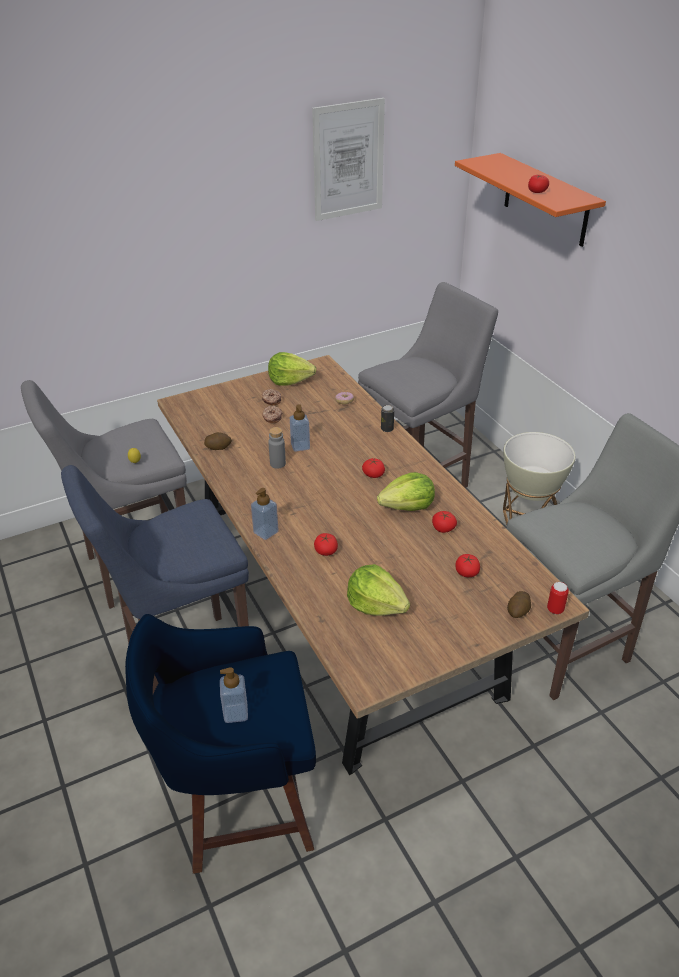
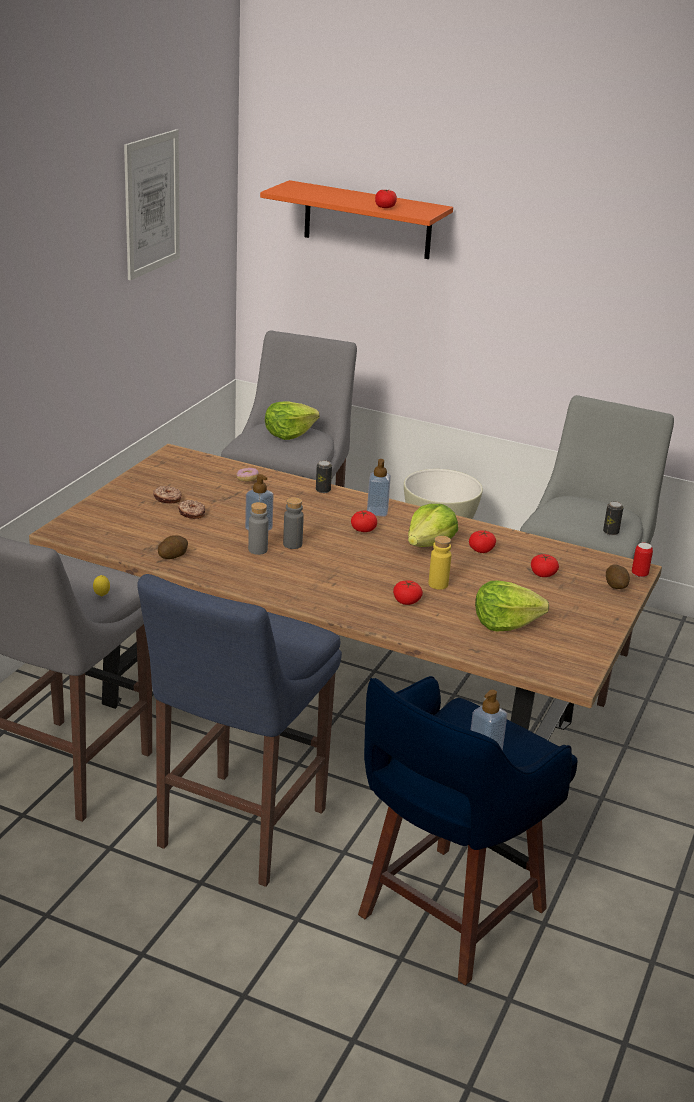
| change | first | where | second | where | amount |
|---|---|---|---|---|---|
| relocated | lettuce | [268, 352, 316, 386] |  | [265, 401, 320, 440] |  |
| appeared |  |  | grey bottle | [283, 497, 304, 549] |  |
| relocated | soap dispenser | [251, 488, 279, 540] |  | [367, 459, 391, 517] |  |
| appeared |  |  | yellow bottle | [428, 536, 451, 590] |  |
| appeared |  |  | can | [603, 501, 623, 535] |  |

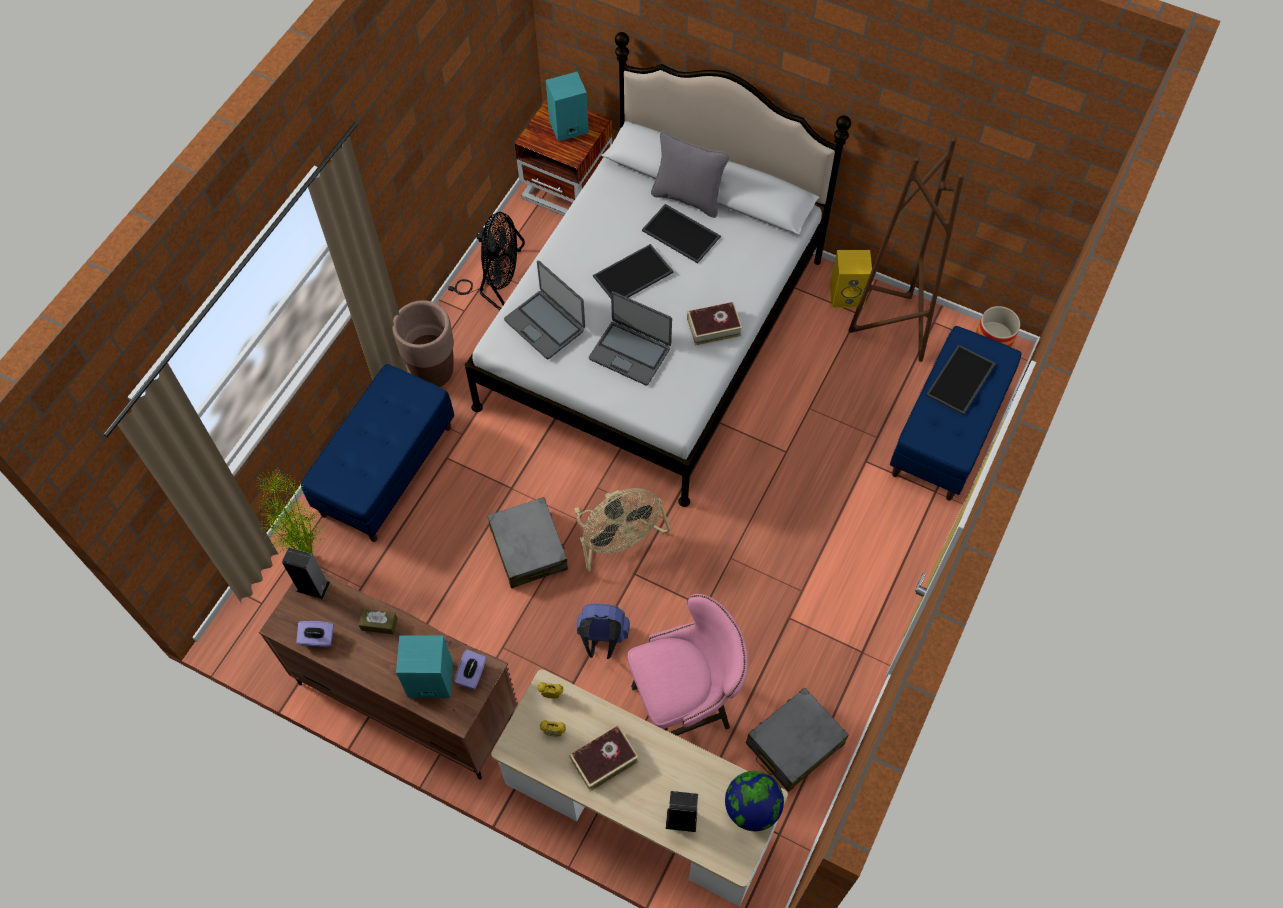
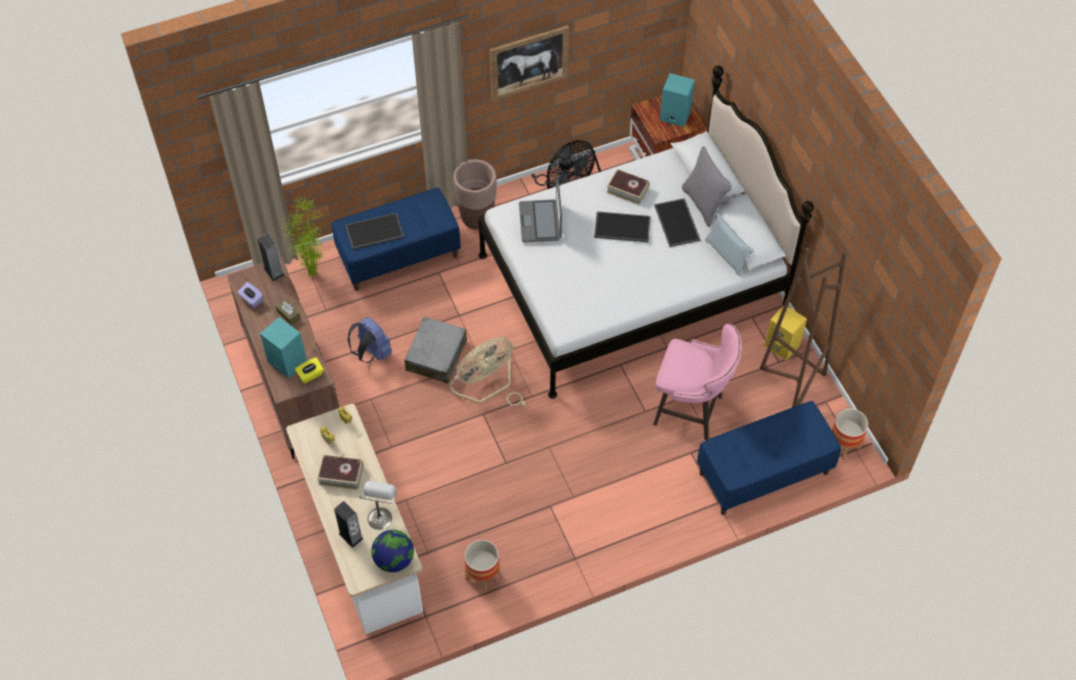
| change | first | where | second | where | amount |
|---|---|---|---|---|---|
| colour | purple tissue box | [454, 649, 486, 689] | yellow tissue box | [295, 357, 324, 383] |  |
| relocated | tray | [926, 344, 996, 415] |  | [345, 213, 404, 250] |  |
| relocated | blue backpack | [577, 604, 630, 659] |  | [348, 317, 392, 363] |  |
| appeared |  |  | white table lamp | [359, 481, 397, 530] |  |
| spun | beige fan | [574, 488, 670, 572] |  | [449, 337, 526, 406] | 135 degrees clockwise |
| exchanged | grey suitcase | [746, 688, 849, 792] | planter | [464, 540, 500, 592] |  |
| appeared |  |  | picture | [490, 25, 569, 101] |  |
| relocated | book | [687, 302, 742, 346] |  | [606, 169, 649, 205] |  |
| relocated | pink stool | [627, 594, 748, 736] |  | [653, 323, 742, 440] |  |
| appeared |  |  | blue pillow | [704, 213, 753, 276] |  |
| missing | laptop | [589, 292, 672, 386] |  |  |  |

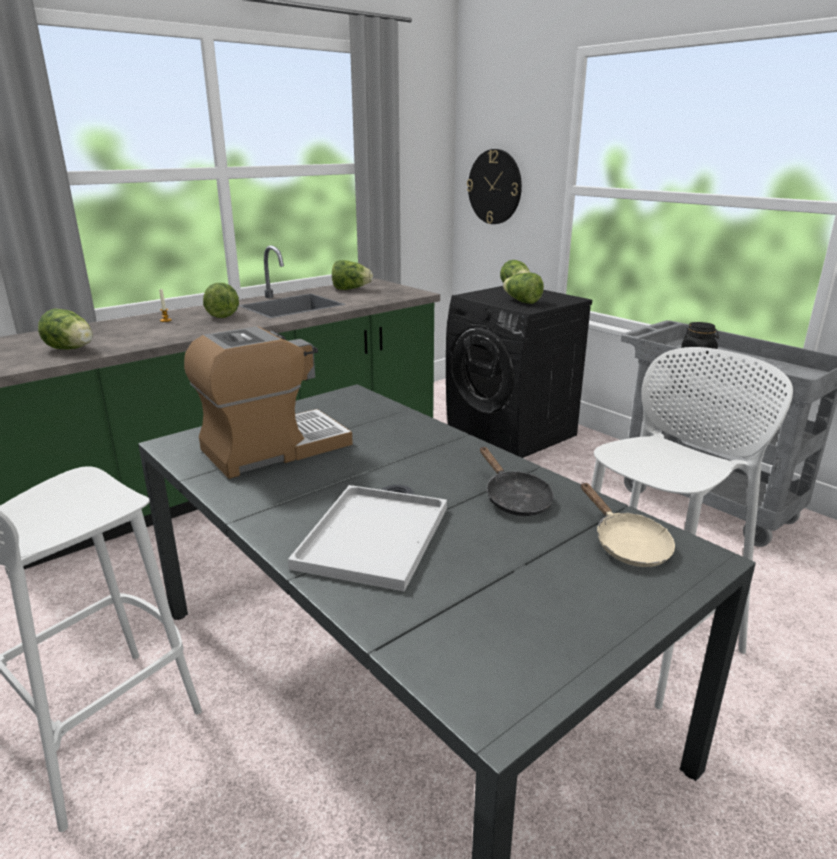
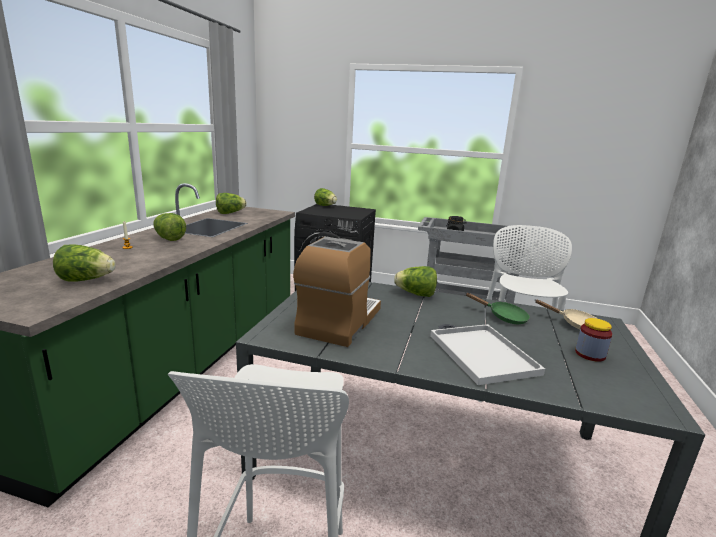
| change | first | where | second | where | amount |
|---|---|---|---|---|---|
| relocated | lettuce | [503, 273, 544, 304] |  | [394, 266, 437, 297] |  |
| colour | black frying pan | [480, 447, 554, 516] | green frying pan | [465, 293, 530, 324] |  |
| appeared |  |  | jar | [575, 318, 612, 362] |  |
| missing | wall clock | [467, 149, 522, 224] |  |  |  |

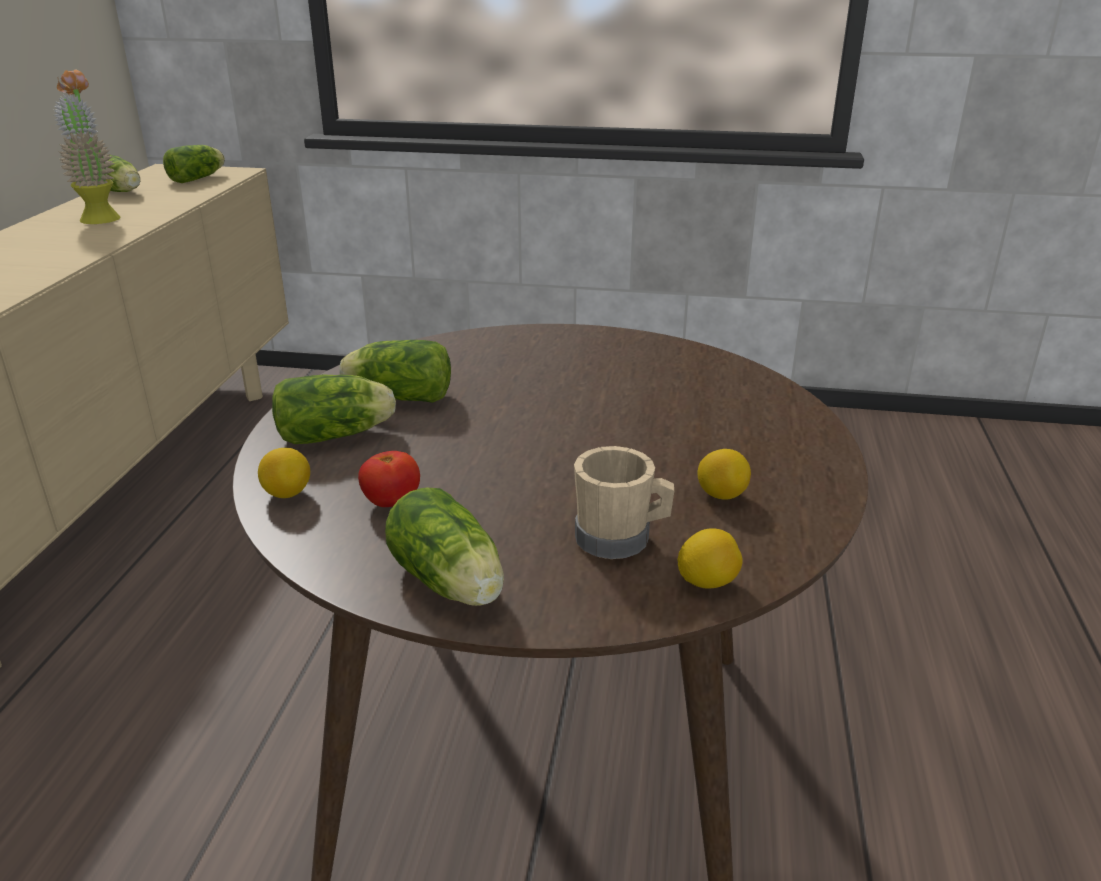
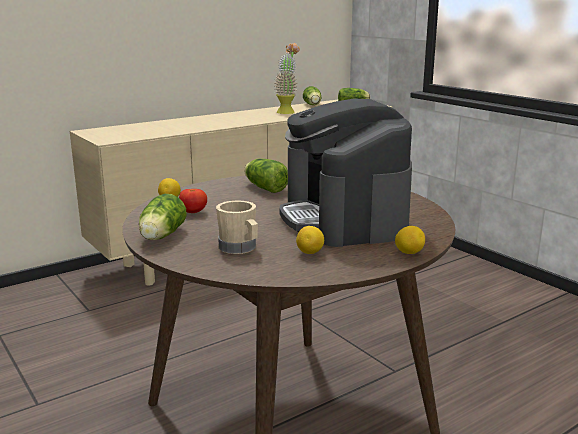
| change | first | where | second | where | amount |
|---|---|---|---|---|---|
| appeared |  |  | coffee machine | [280, 98, 412, 247] |  |
| relocated | lemon | [677, 528, 743, 589] |  | [395, 226, 425, 254] |  |
| missing | lettuce | [272, 375, 396, 444] |  |  |  |

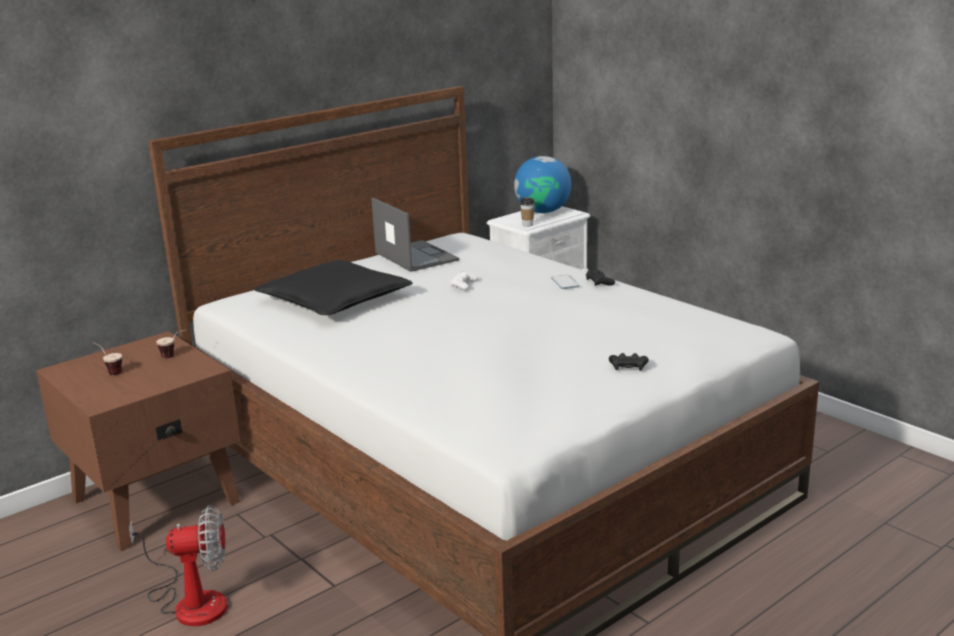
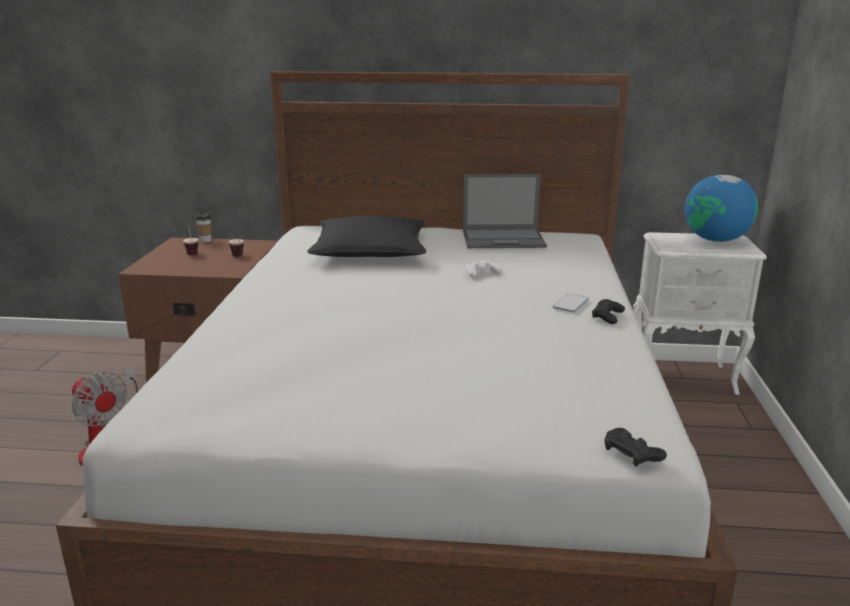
| change | first | where | second | where | amount |
|---|---|---|---|---|---|
| relocated | cup | [520, 197, 535, 227] |  | [195, 212, 211, 242] |  |
| spun | laptop | [371, 198, 459, 272] |  | [463, 174, 547, 248] | 75 degrees clockwise |
| relocated | black game controller | [609, 353, 649, 371] |  | [604, 428, 667, 466] |  |

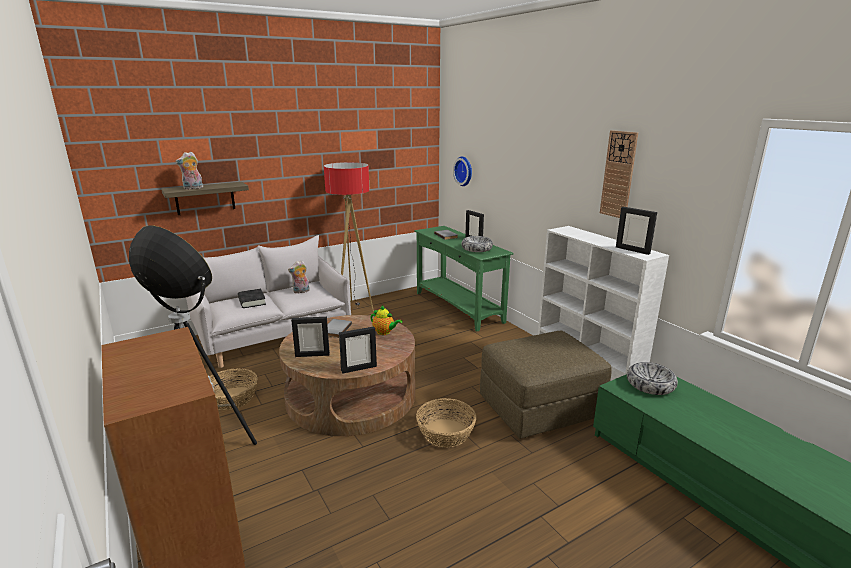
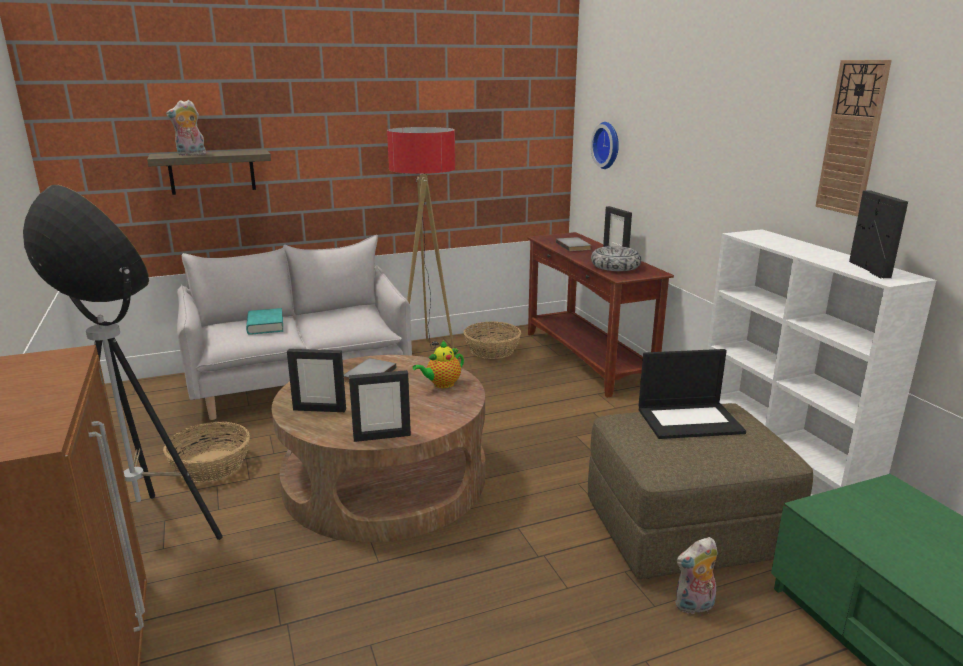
| change | first | where | second | where | amount |
|---|---|---|---|---|---|
| colour | black book | [238, 289, 266, 308] | turquoise book | [246, 308, 283, 335] |  |
| spun | teapot | [370, 305, 402, 335] |  | [413, 340, 464, 388] | 105 degrees clockwise |
| relocated | basket | [416, 398, 476, 448] |  | [464, 321, 521, 359] |  |
| colour | green console table | [414, 226, 514, 332] | brown console table | [527, 232, 674, 398] |  |
| appeared |  |  | laptop | [638, 349, 746, 439] |  |
| relocated | plush toy | [288, 260, 310, 293] |  | [675, 537, 718, 615] |  |
| spun | picture frame | [616, 207, 657, 255] |  | [849, 190, 908, 278] | 150 degrees counterclockwise |
| missing | bowl | [627, 362, 678, 395] |  |  |  |

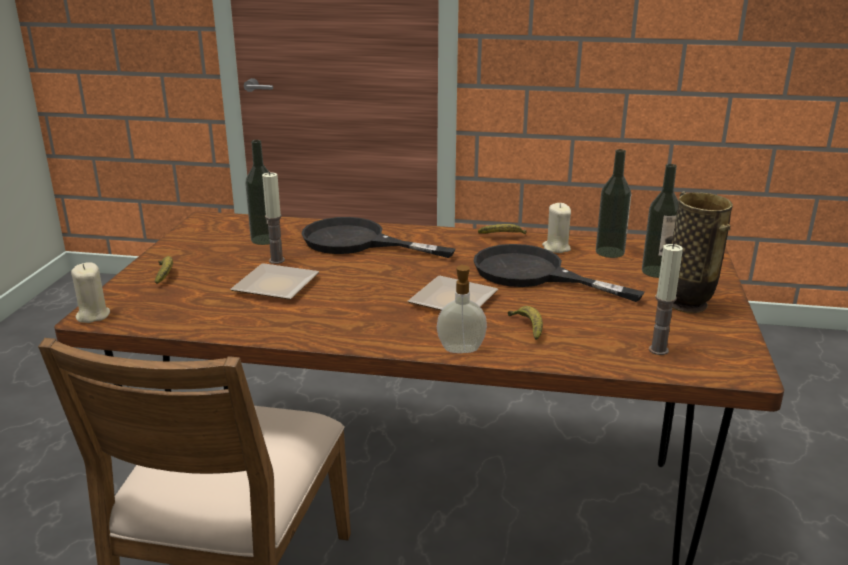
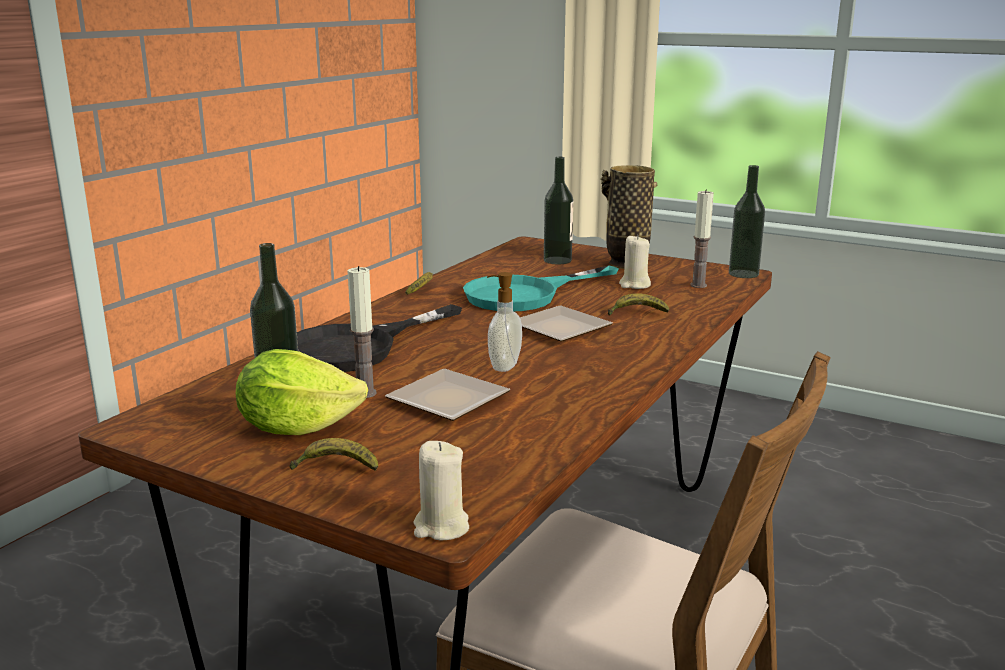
| change | first | where | second | where | amount |
|---|---|---|---|---|---|
| appeared |  |  | lettuce | [236, 349, 368, 435] |  |
| colour | black frying pan | [474, 244, 644, 302] | turquoise frying pan | [463, 265, 618, 311] |  |
| relocated | soap dispenser | [437, 265, 487, 353] |  | [487, 272, 522, 372] |  |
| relocated | beige candle | [542, 203, 571, 253] |  | [619, 235, 651, 289] |  |
| relocated | bottle | [596, 149, 631, 258] |  | [729, 165, 765, 278] |  |

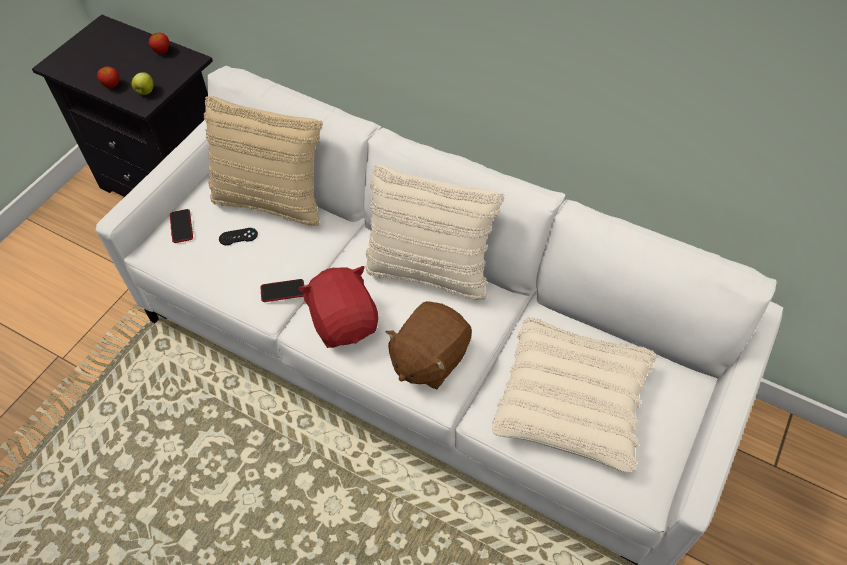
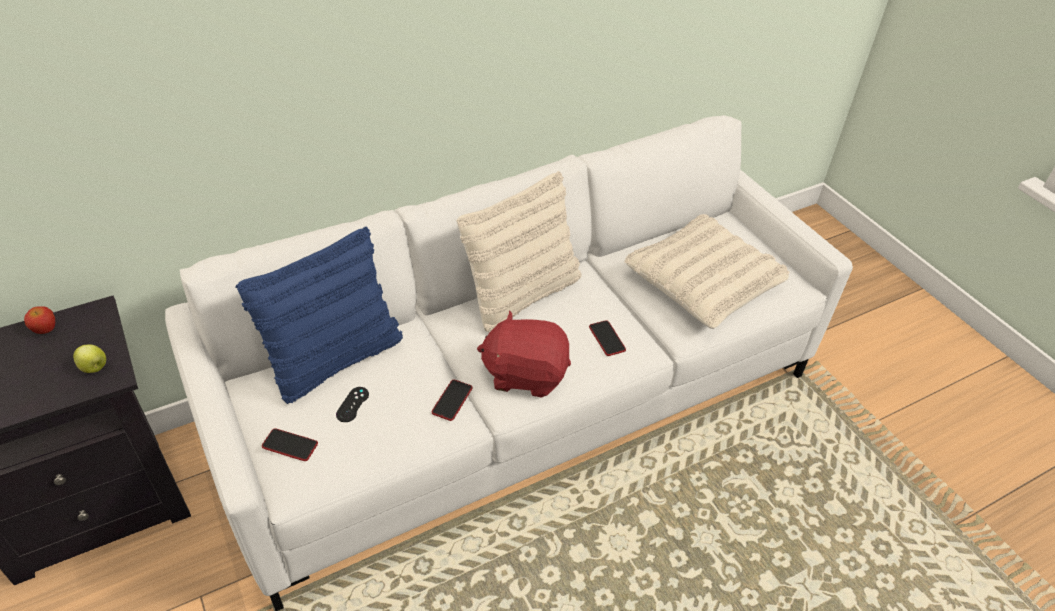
| change | first | where | second | where | amount |
|---|---|---|---|---|---|
| colour | beige pillow | [204, 96, 323, 226] | blue pillow | [236, 227, 403, 404] |  |
| exchanged | brown plush toy | [386, 301, 472, 390] | phone | [589, 320, 626, 356] |  |
| missing | apple | [97, 66, 120, 88] |  |  |  |

